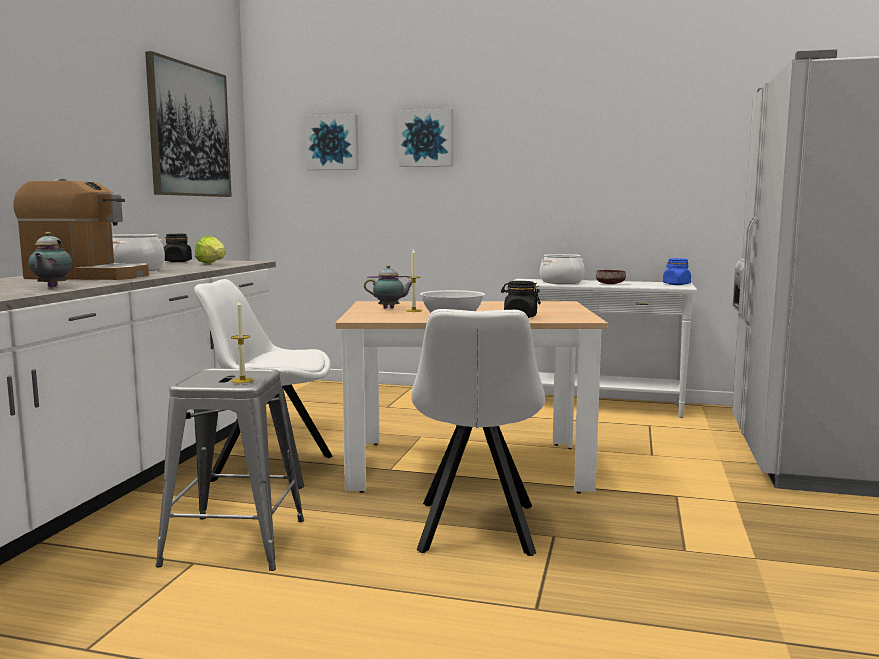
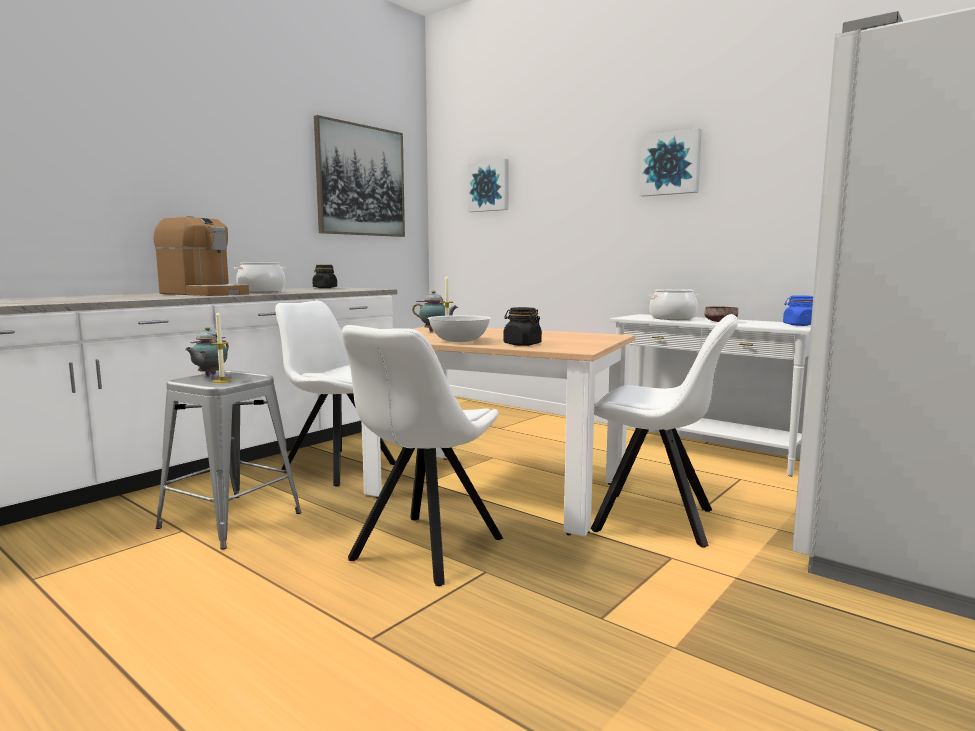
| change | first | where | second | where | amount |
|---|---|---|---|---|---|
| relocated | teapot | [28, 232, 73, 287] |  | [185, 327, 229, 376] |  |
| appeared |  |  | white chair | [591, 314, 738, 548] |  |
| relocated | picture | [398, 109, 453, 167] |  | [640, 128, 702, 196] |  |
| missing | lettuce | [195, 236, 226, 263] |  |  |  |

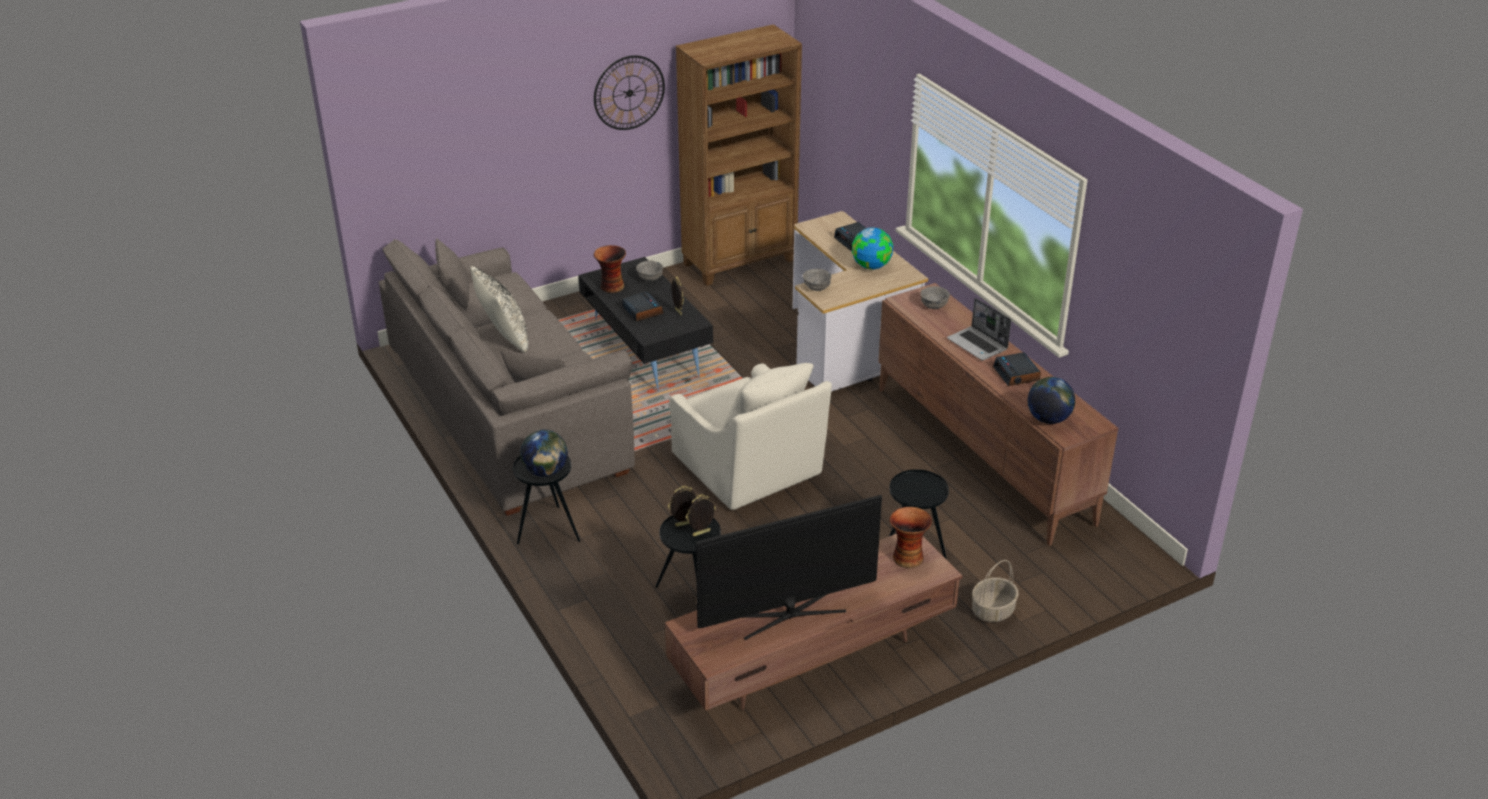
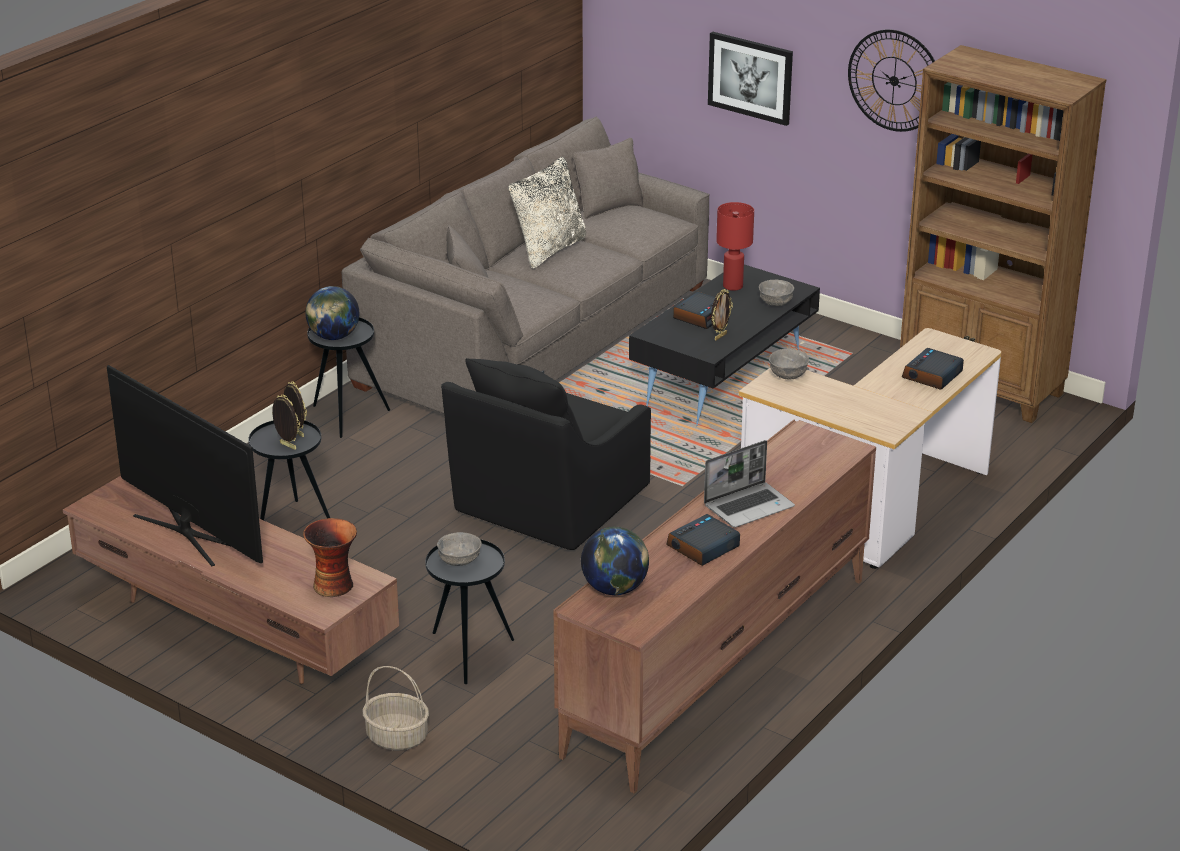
| change | first | where | second | where | amount |
|---|---|---|---|---|---|
| relocated | grey bowl | [920, 286, 950, 309] |  | [437, 532, 482, 566] |  |
| colour | beige armchair | [669, 363, 832, 510] | black armchair | [441, 358, 651, 550] |  |
| spun | laptop | [947, 298, 1011, 360] |  | [704, 440, 795, 528] | 150 degrees counterclockwise |
| appeared |  |  | picture | [708, 32, 793, 126] |  |
| exchanged | vase | [594, 245, 626, 293] | red table lamp | [716, 202, 754, 291] |  |
| missing | globe | [852, 228, 893, 269] |  |  |  |

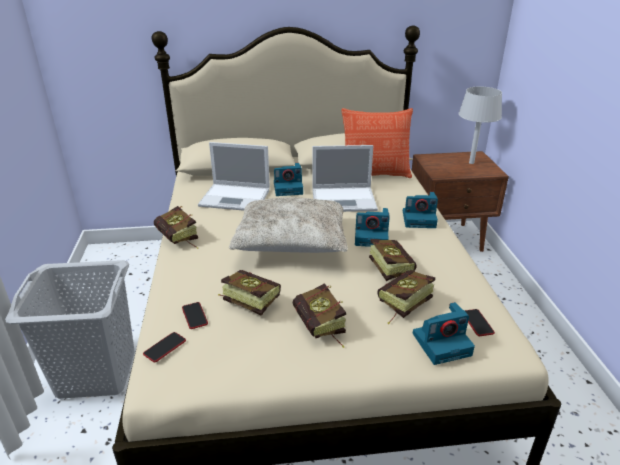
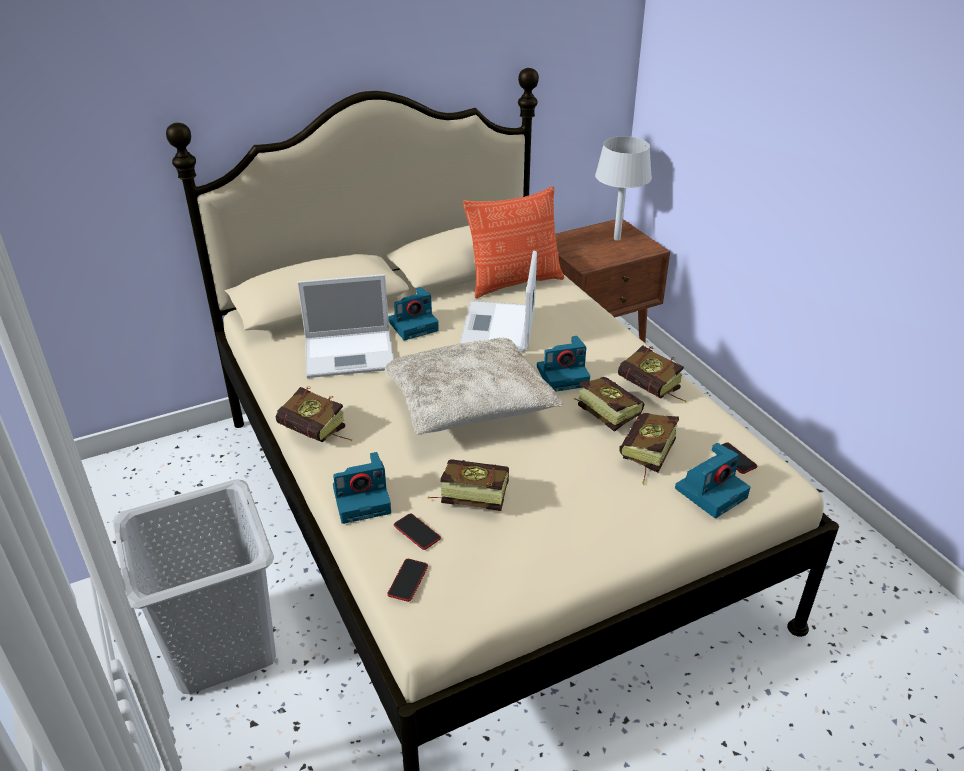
| change | first | where | second | where | amount |
|---|---|---|---|---|---|
| relocated | photo camera | [403, 192, 438, 228] |  | [333, 452, 391, 524] |  |
| spun | laptop | [312, 145, 378, 212] |  | [460, 250, 537, 352] | 120 degrees clockwise |
| relocated | book | [293, 283, 346, 348] |  | [618, 345, 686, 402] |  |

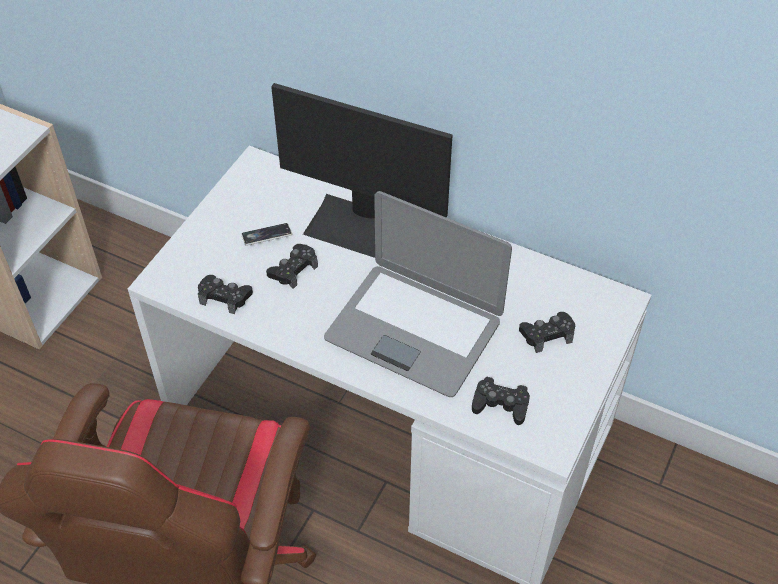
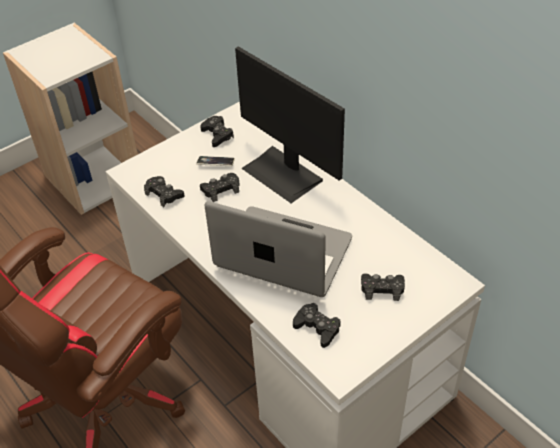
| change | first | where | second | where | amount |
|---|---|---|---|---|---|
| appeared |  |  | black game controller | [200, 116, 234, 147] |  |
| spun | laptop | [324, 191, 512, 397] |  | [205, 201, 352, 297] | 150 degrees clockwise |

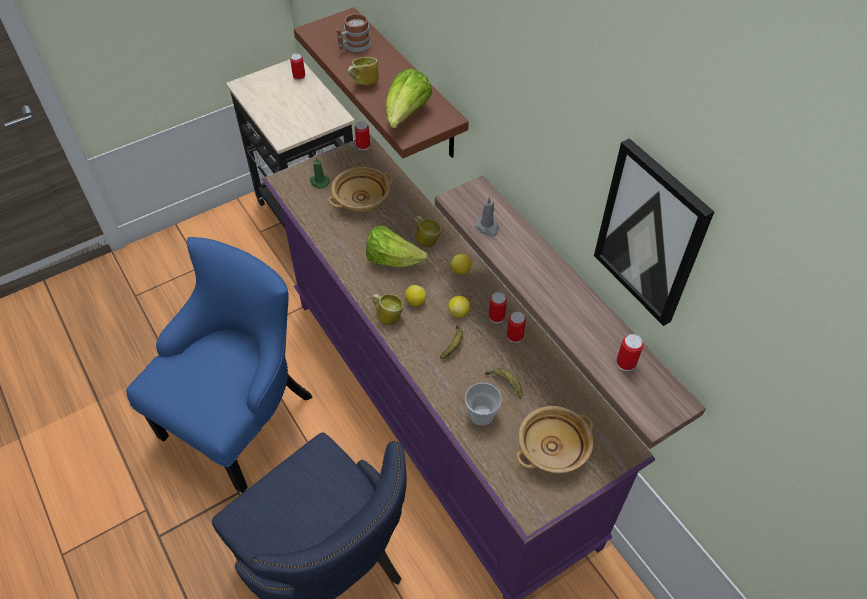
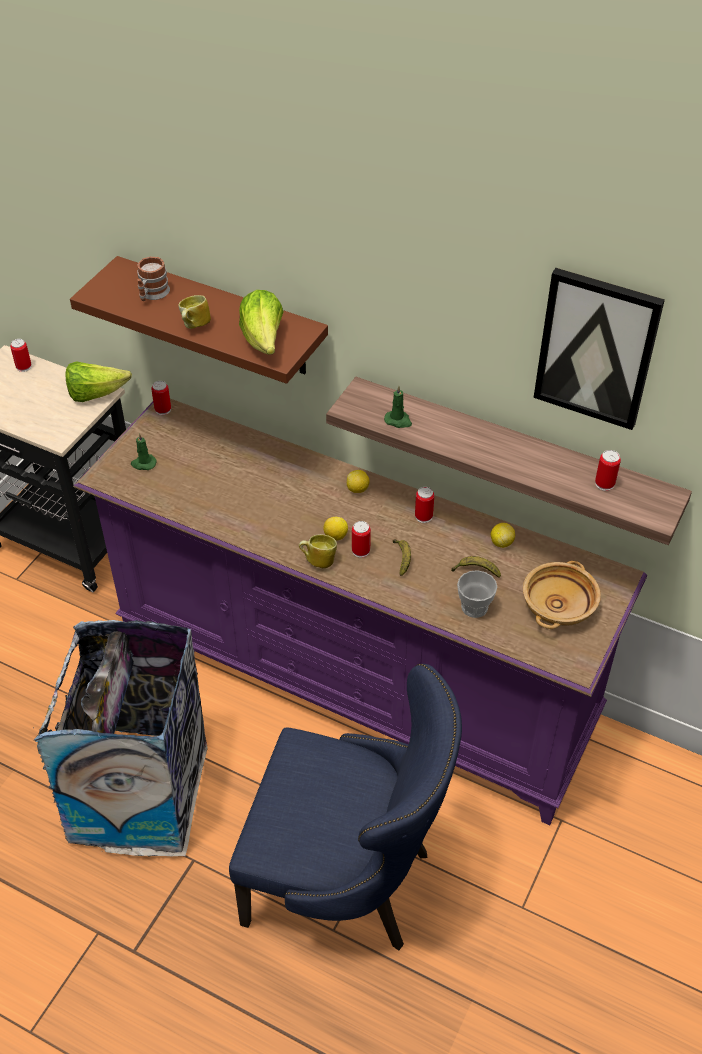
| change | first | where | second | where | amount |
|---|---|---|---|---|---|
| exchanged | blue chair | [126, 237, 313, 493] | trash can | [33, 620, 208, 857] |  |
| relocated | lettuce | [366, 226, 429, 267] |  | [65, 361, 132, 402] |  |
| relocated | can | [507, 312, 526, 343] |  | [352, 521, 371, 558] |  |
| colour | grey candle | [475, 196, 499, 236] | green candle | [384, 386, 412, 428] |  |
| relocated | lemon | [448, 296, 470, 318] |  | [491, 523, 515, 548] |  |
| missing | beige bowl | [328, 166, 393, 212] |  |  |  |
| missing | mug | [415, 216, 441, 247] |  |  |  |

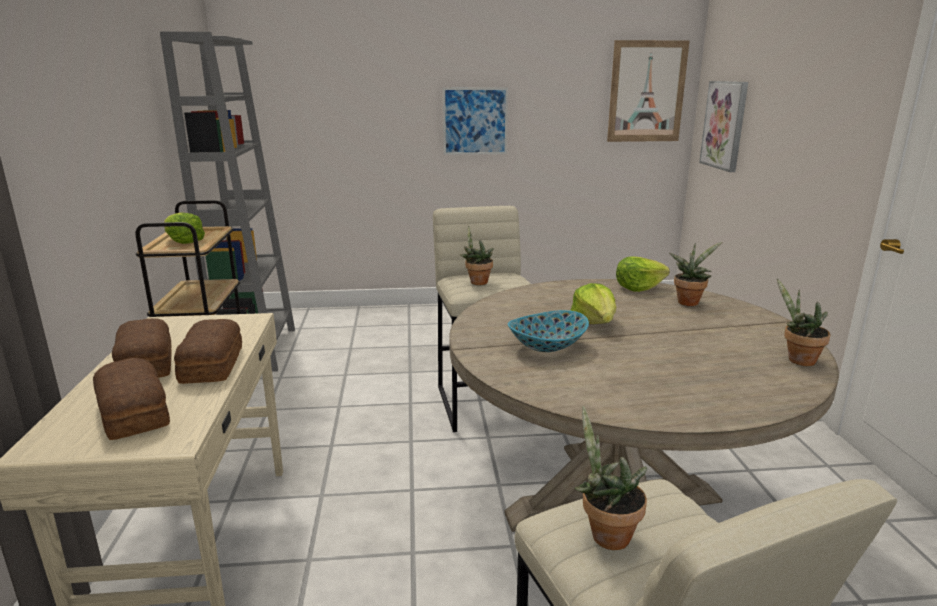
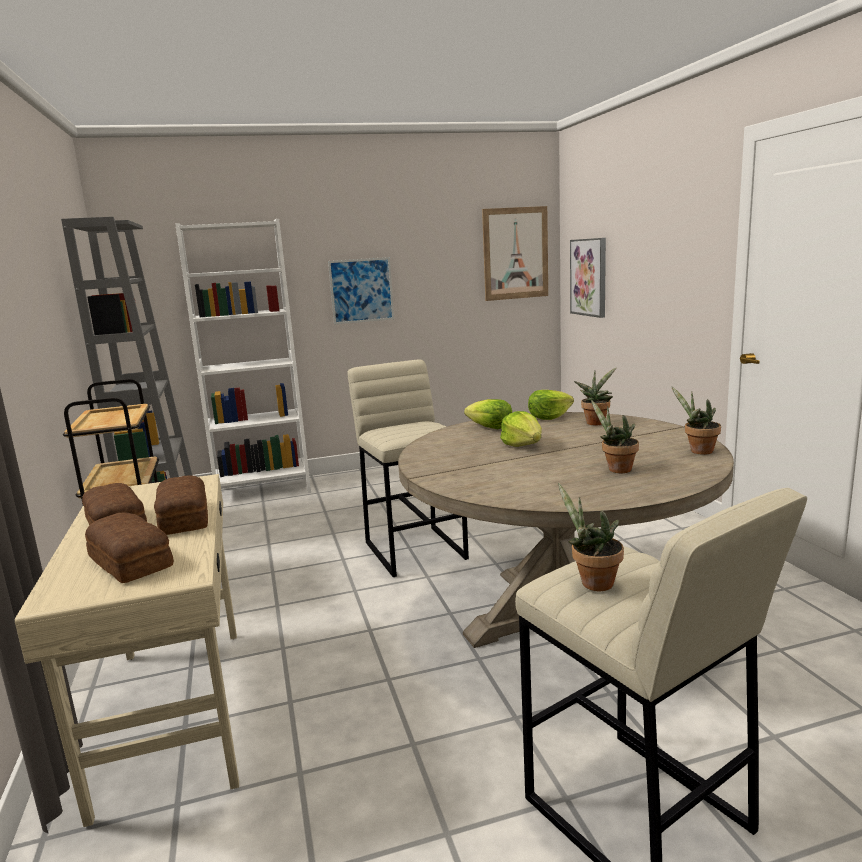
| change | first | where | second | where | amount |
|---|---|---|---|---|---|
| appeared |  |  | white bookcase | [175, 219, 311, 493] |  |
| relocated | lettuce | [164, 212, 205, 244] |  | [464, 399, 512, 429] |  |
| relocated | potted plant | [460, 226, 494, 285] |  | [591, 400, 639, 473] |  |
| missing | bowl | [508, 310, 589, 352] |  |  |  |

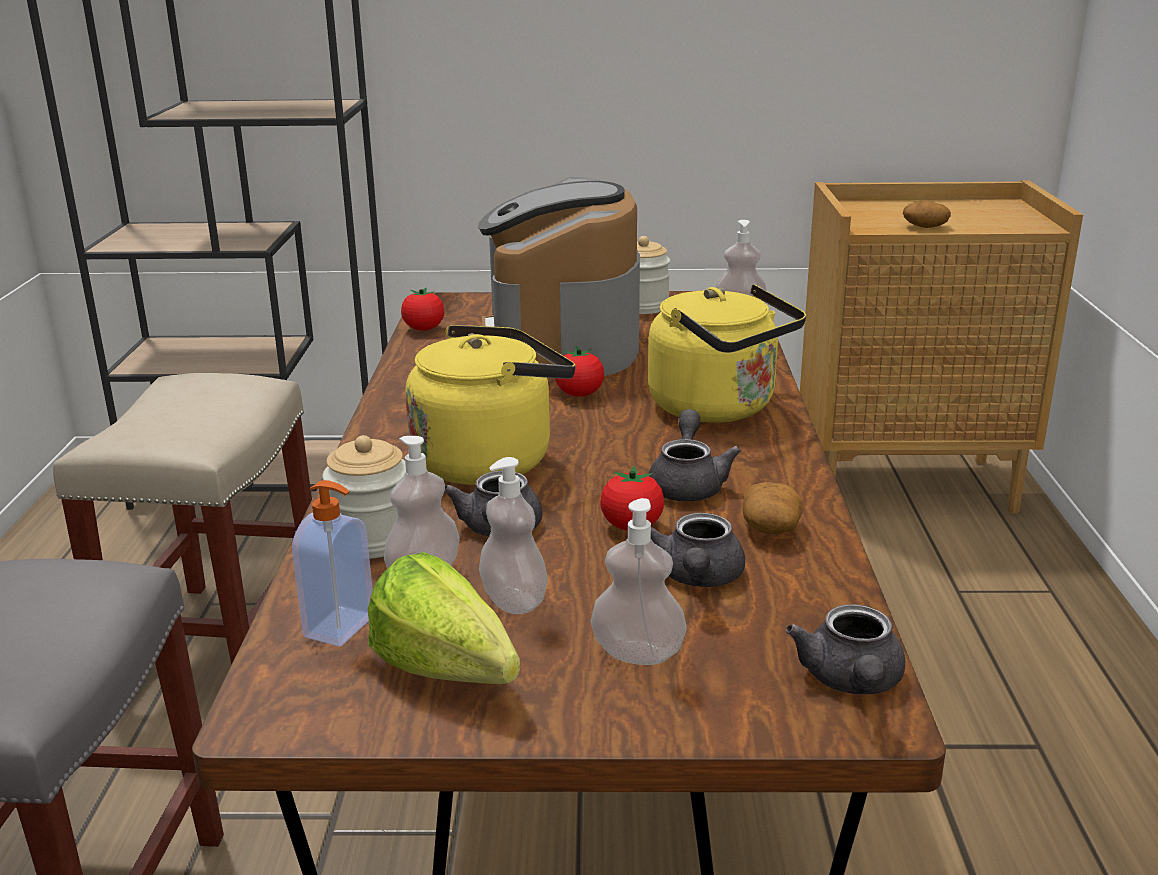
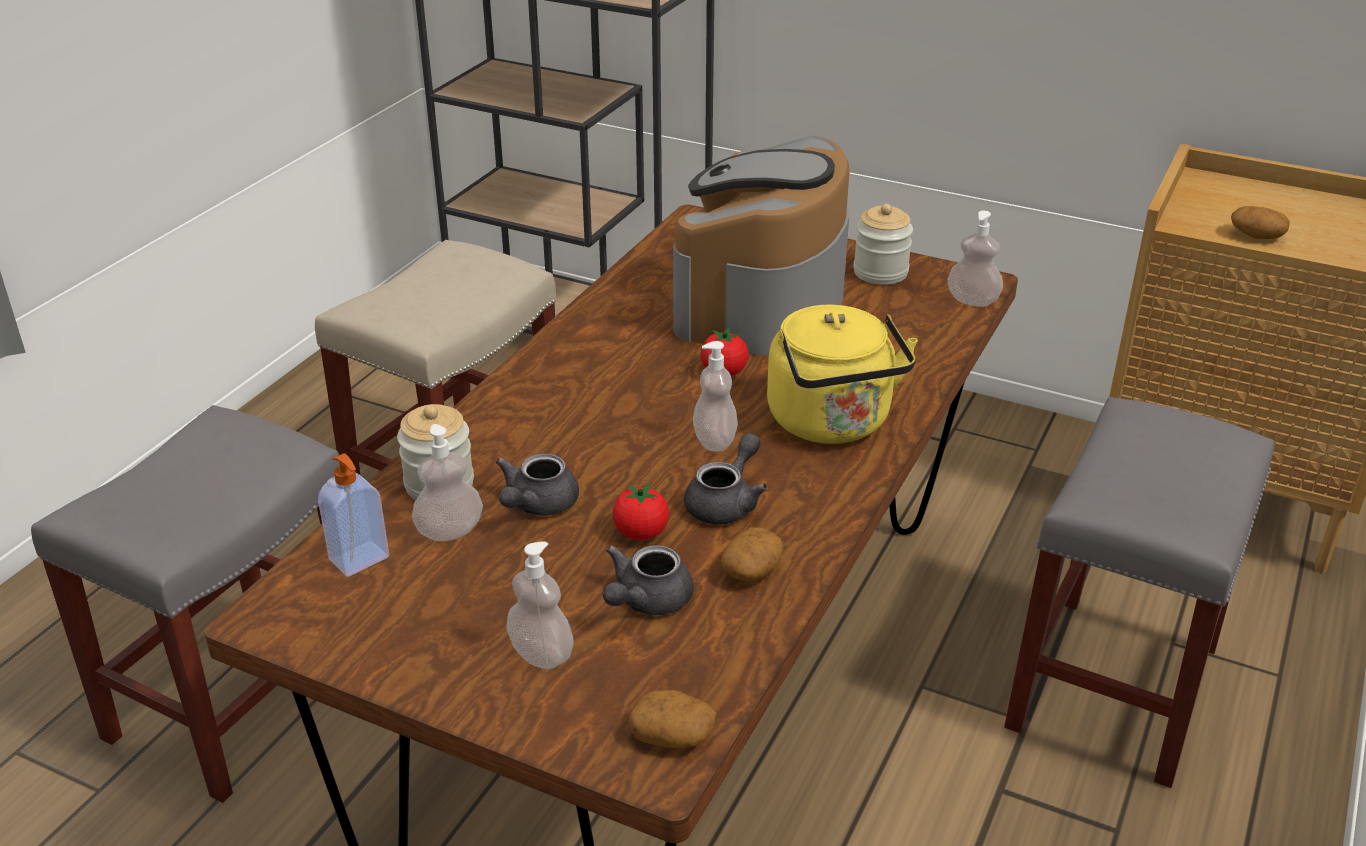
| change | first | where | second | where | amount |
|---|---|---|---|---|---|
| exchanged | grey teapot | [786, 604, 905, 695] | potato | [628, 690, 716, 748] |  |
| relocated | soap dispenser | [479, 457, 548, 614] |  | [693, 341, 738, 451] |  |
| appeared |  |  | grey stool | [1004, 397, 1275, 788] |  |
| missing | lettuce | [368, 552, 520, 684] |  |  |  |
| missing | tomato | [401, 287, 444, 331] |  |  |  |
| missing | yellow kettle | [405, 325, 576, 485] |  |  |  |

